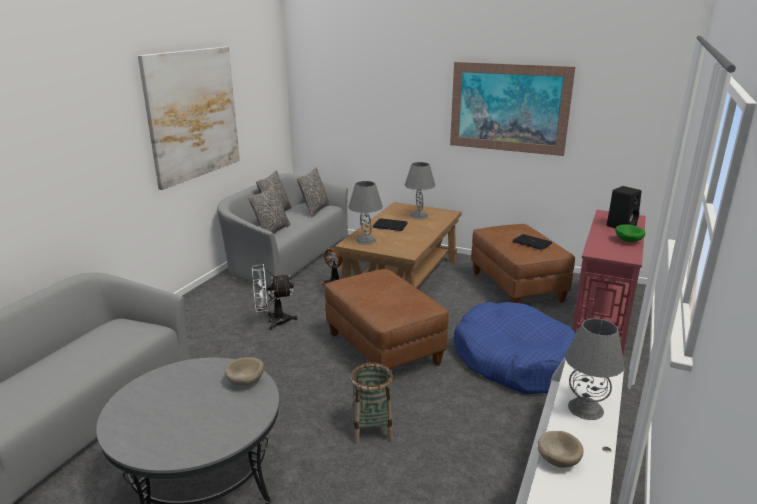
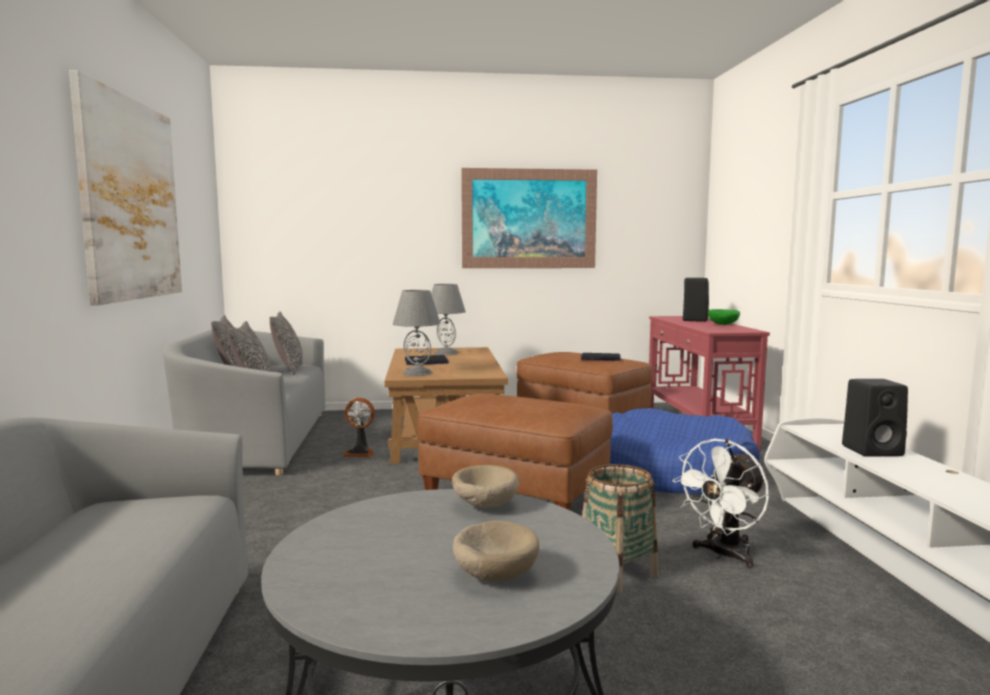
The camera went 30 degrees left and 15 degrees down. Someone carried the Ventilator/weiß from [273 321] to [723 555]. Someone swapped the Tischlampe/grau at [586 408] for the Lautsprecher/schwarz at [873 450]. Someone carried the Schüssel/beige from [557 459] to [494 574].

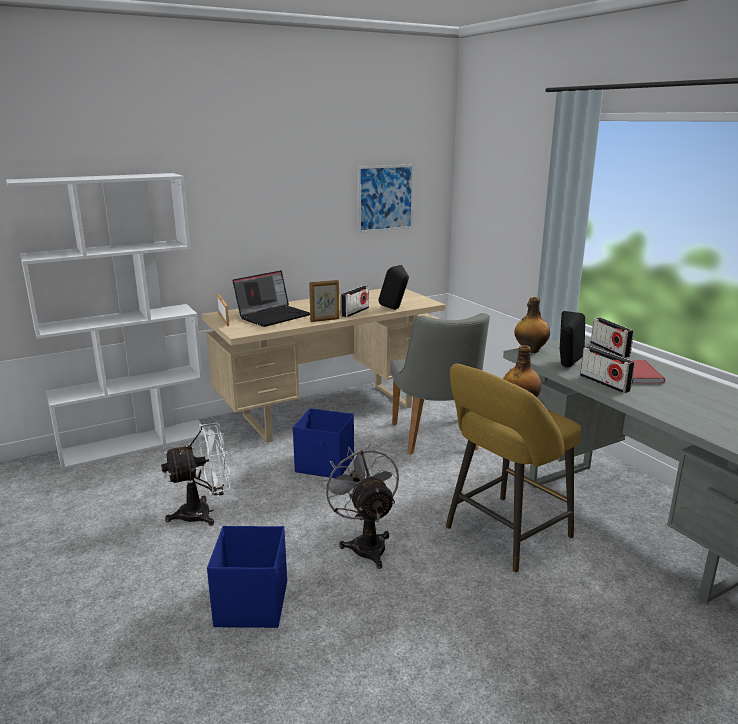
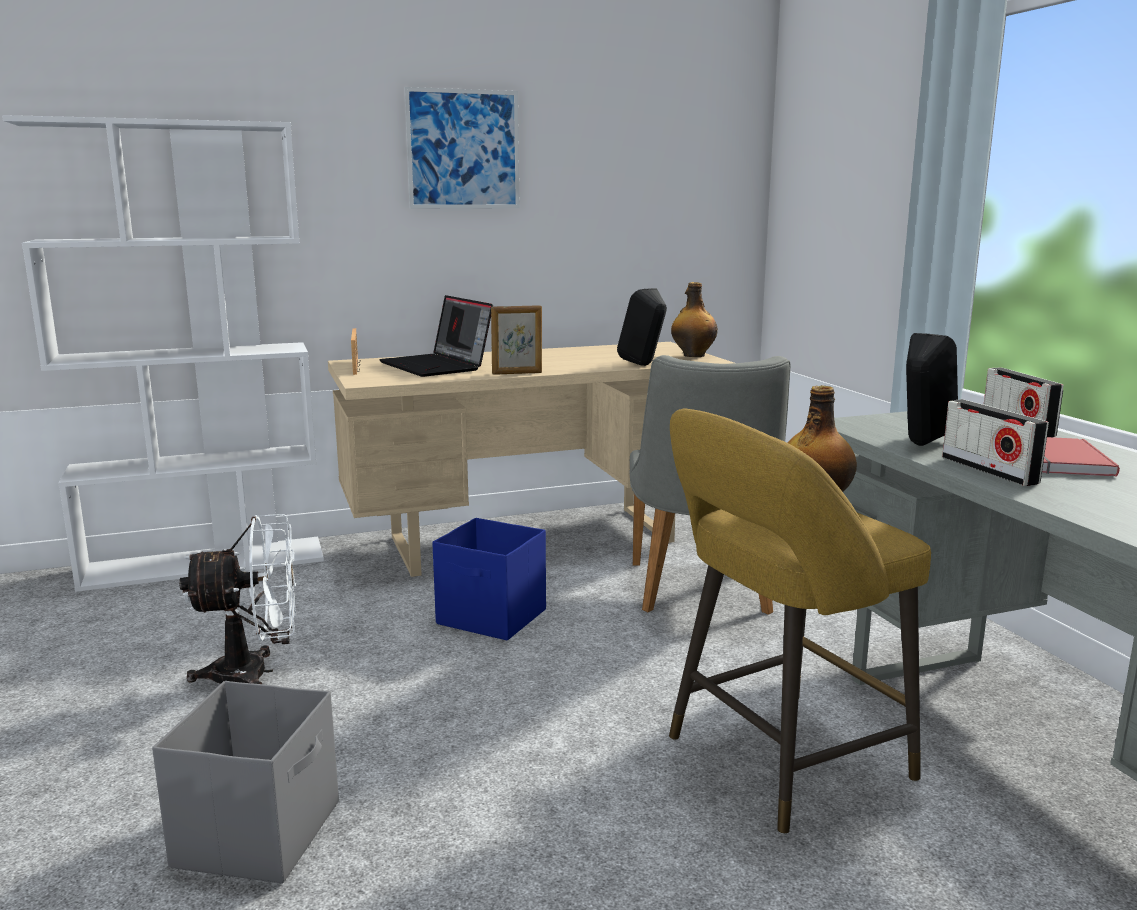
The camera went 10 degrees right and 5 degrees down. Someone carried the Bild from [385 198] to [463 149]. Someone rotated the Laptop at [273 316] by 90 degrees clockwise. Someone took away the Radio at [355 312]. Someone carried the Flasche from [530 350] to [693 355]. Someone took away the Ventilator/grau at [365 544]. Someone repainted the Aufbewahrungsbox/blau at [252 603], which became the Aufbewahrungsbox/grau at [260 833].

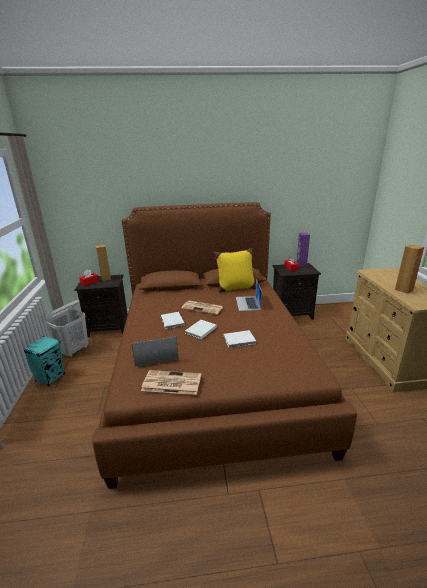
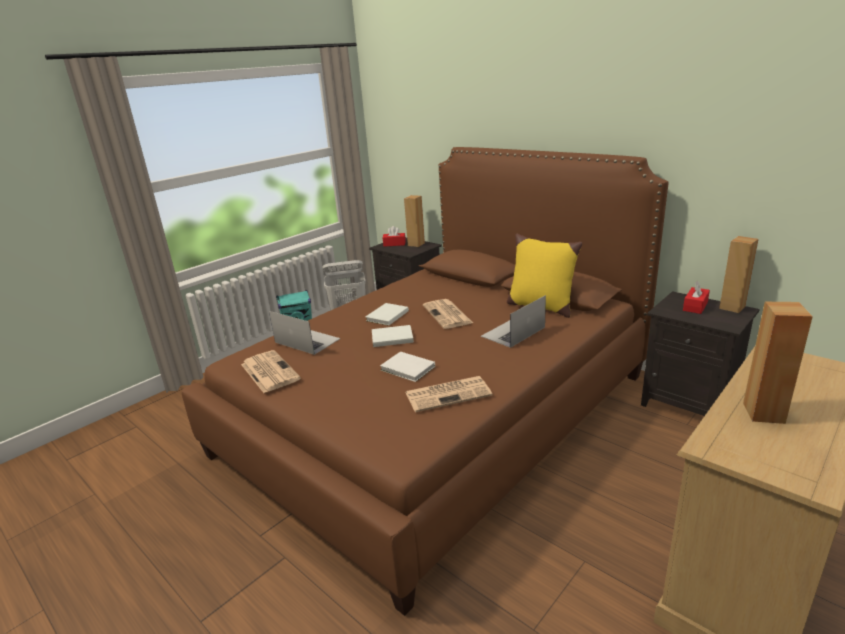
The camera went 50 degrees right and 0 degrees up. Someone repainted the Lautsprecher/lila at [301 264], which became the Lautsprecher/braun at [731 307]. Someone put down the Zeitung at [449 394].

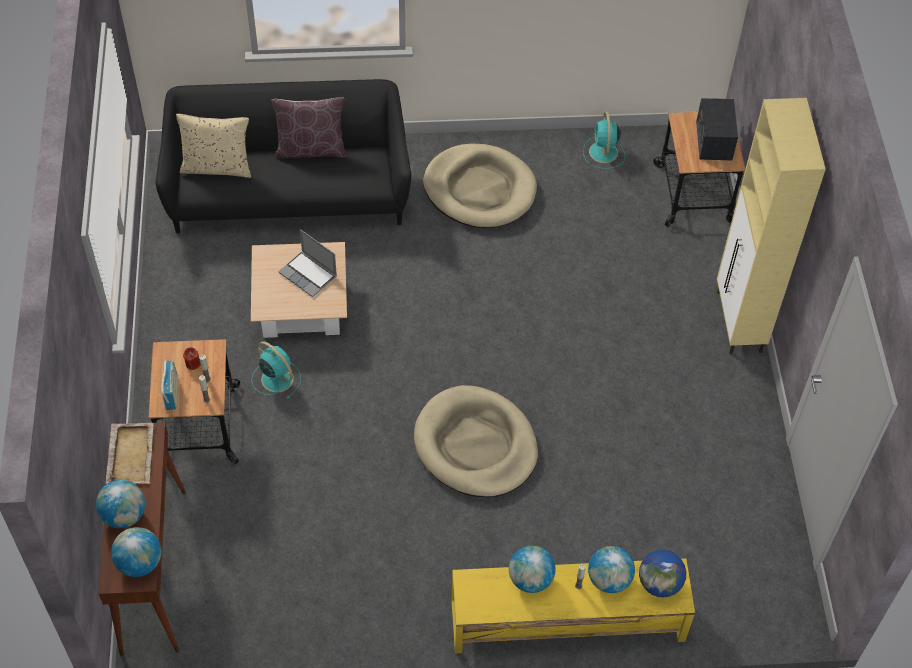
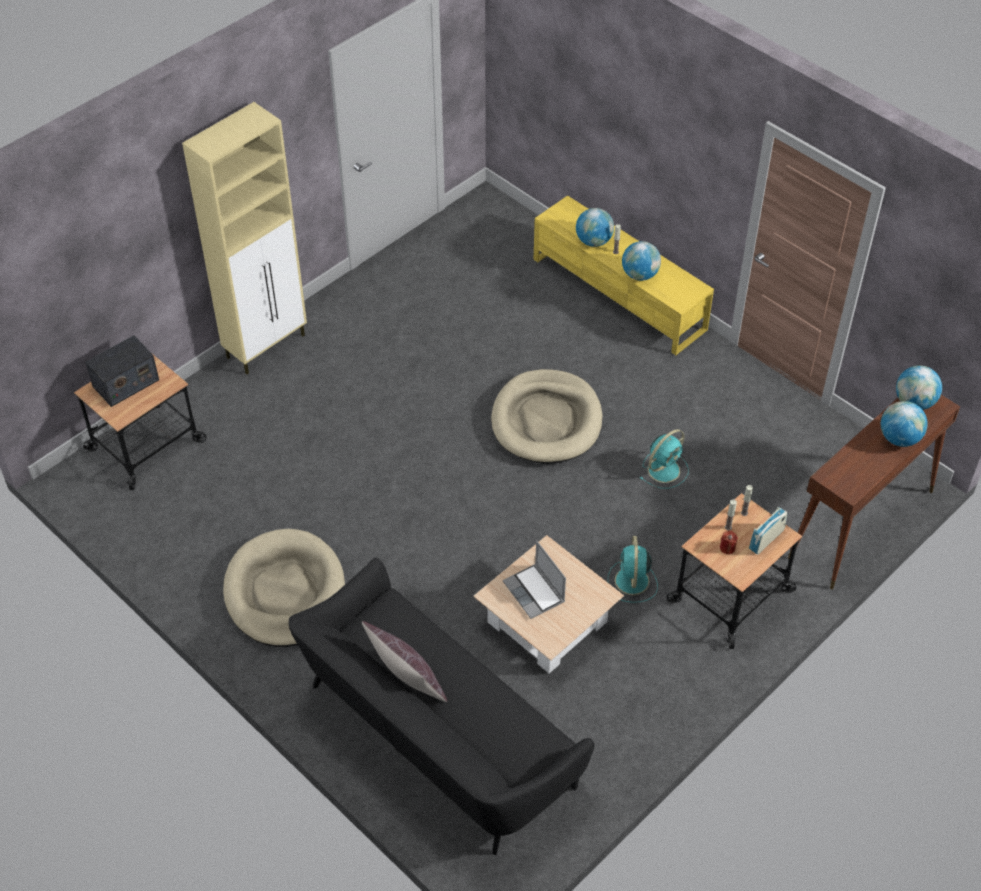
The camera went 130 degrees left and 5 degrees down. Someone carried the Ventilator/türkis from [603 153] to [664 469]. Someone took away the Kissen/beige at [217 167]. Someone rotated the Laptop at [309 275] by 150 degrees clockwise. Someone took away the Tablett/beige at [130 454]. Someone took away the Globus at [659 584].

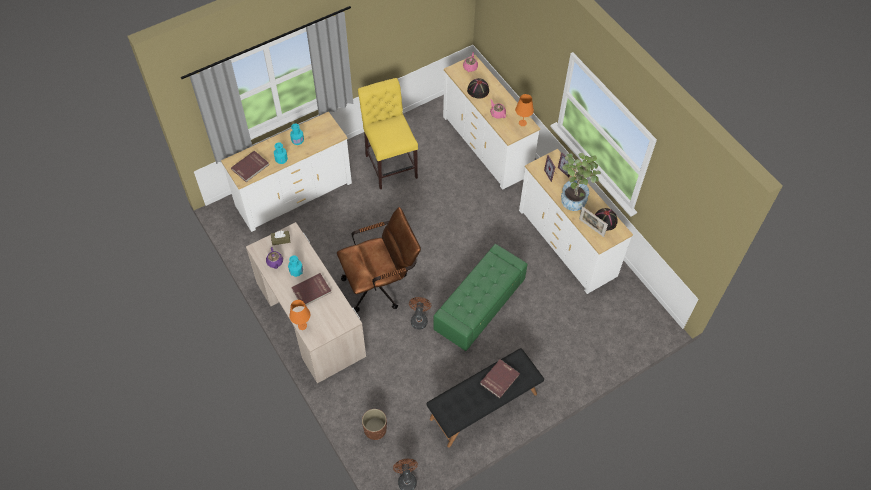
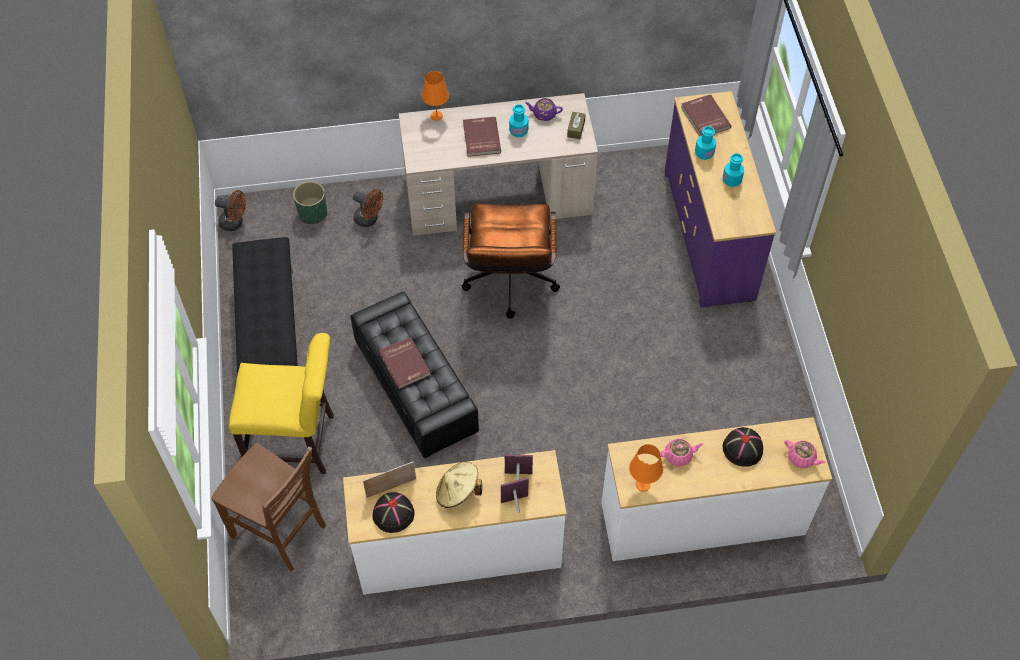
The camera went 115 degrees right and 0 degrees up. Someone carried the Stuhl/gelb from [390 163] to [297 443]. Someone repainted the Kommode/weiß at [293 194], which became the Kommode/lila at [709 234]. Someone swapped the Topfpflanze at [575 197] for the Hut/beige at [458 492]. Someone repainted the Polsterhocker/grün at [480 306], which became the Polsterhocker/schwarz at [415 388]. Someone carried the Ventilator/braun from [419 319] to [369 219]. Someone carried the Buch/rot from [499 379] to [405 363]. Someone repainted the Pflanzkübel/braun at [375 429], which became the Pflanzkübel/grün at [313 213]. Someone put down the Stuhl/braun at [280 531].

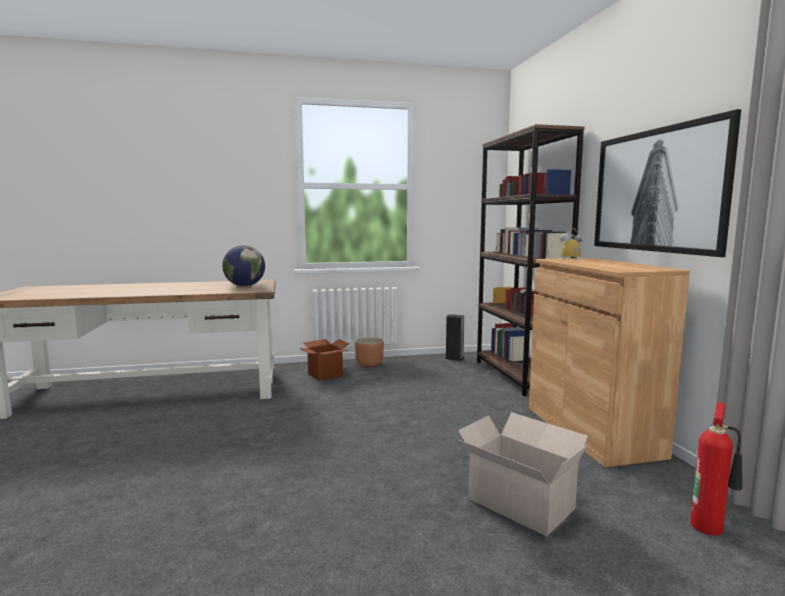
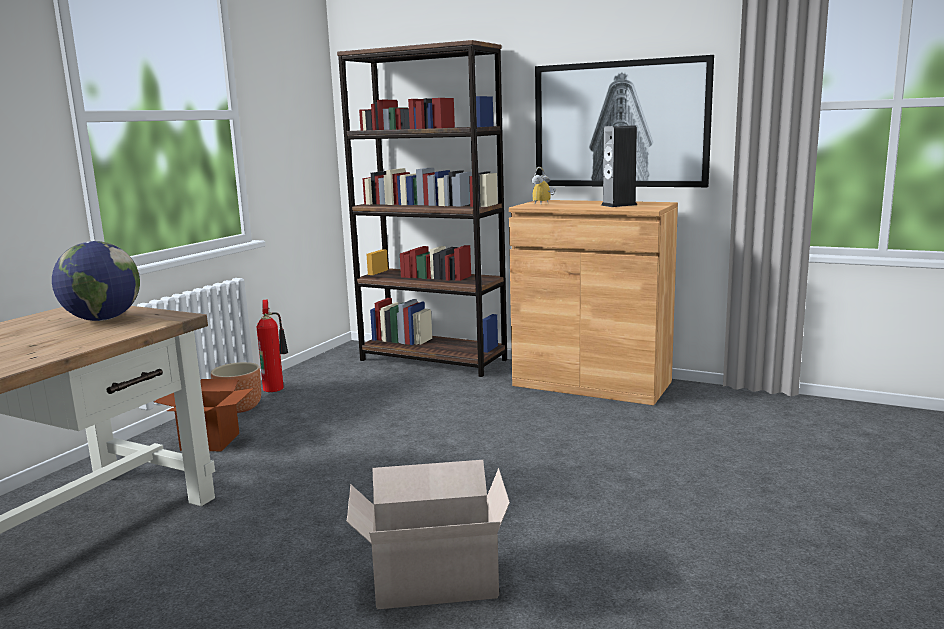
The camera went 50 degrees left and 5 degrees up. Someone carried the Lautsprecher from [454 358] to [619 205]. Someone carried the Feuerlöscher from [710 527] to [275 388]. Someone carried the Karton from [518 502] to [431 579].

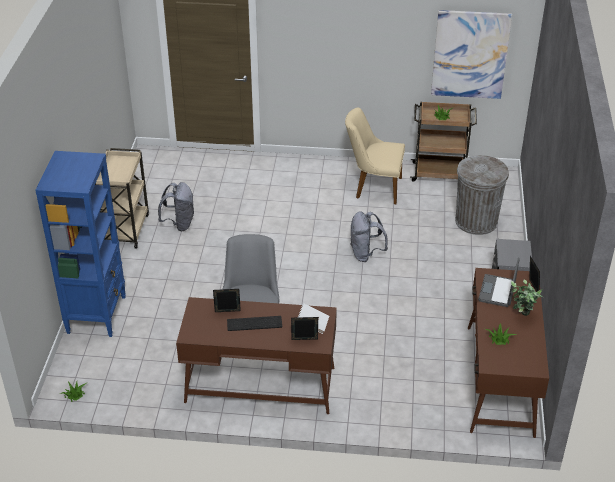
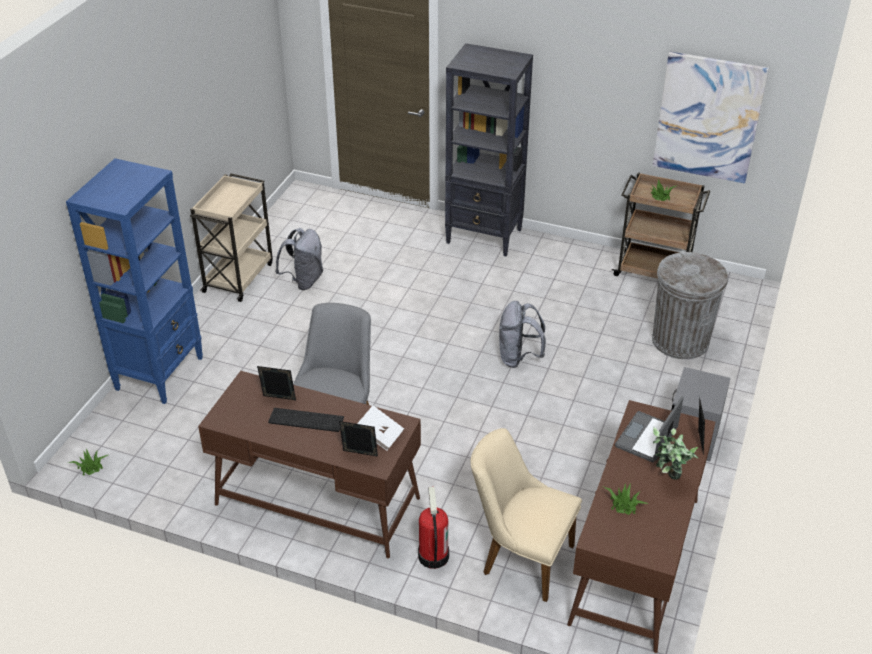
The camera went 15 degrees right and 0 degrees up. Someone carried the Stuhl/beige from [373 187] to [520 557]. Someone put down the Bücherregal/schwarz at [484 236]. Someone put down the Feuerlöscher at [433 555].

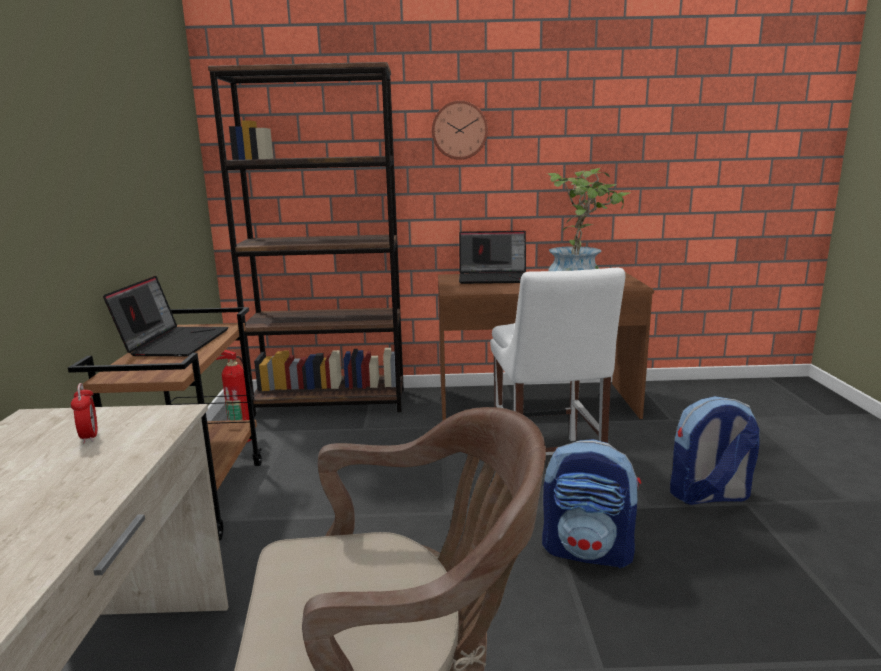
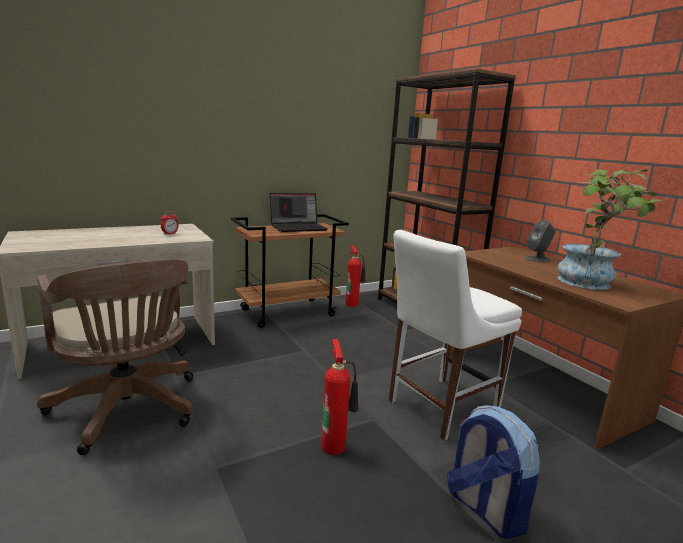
The camera went 60 degrees right and 0 degrees up. Someone took away the Wanduhr at [459 130]. Someone swapped the Laptop at [494 278] for the Lautsprecher/grau at [537 259]. Someone swapped the Rucksack at [588 551] for the Feuerlöscher at [335 445].

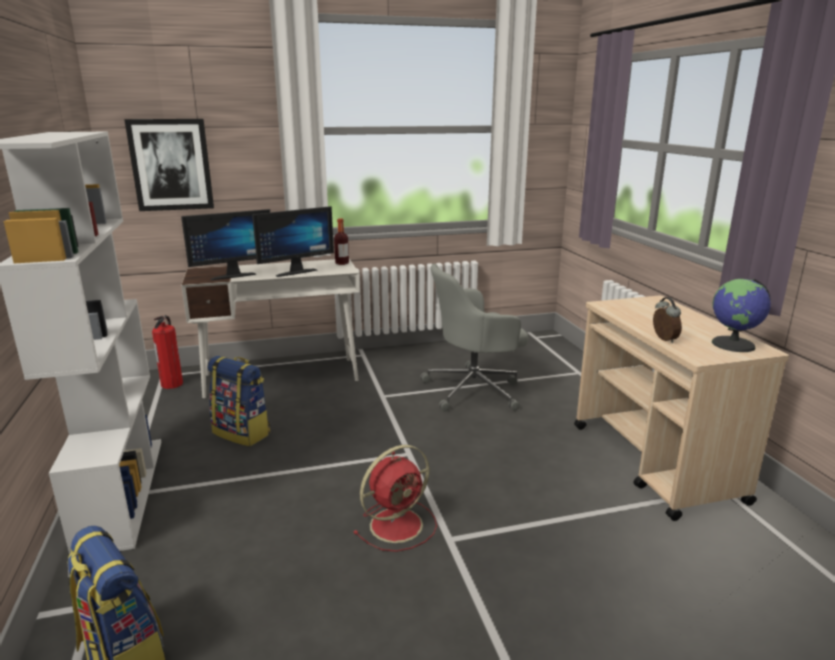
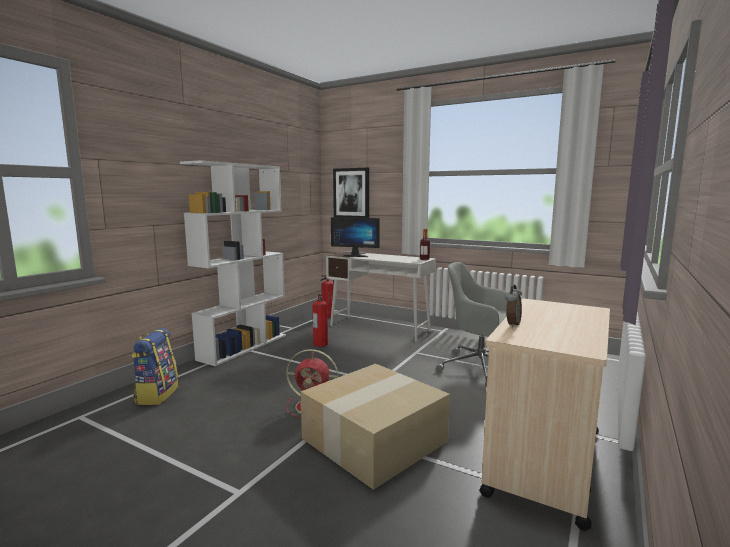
The camera went 45 degrees right and 10 degrees down. Someone took away the Monitor at [294 271]. Someone took away the Globus at [733 345]. Someone swapped the Rucksack at [243 433] for the Feuerlöscher at [320 344]. Someone put down the Karton at [374 438].

